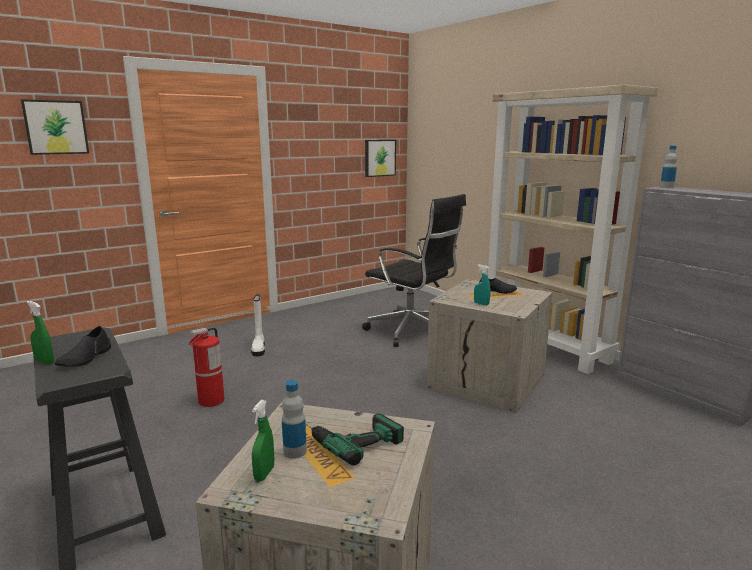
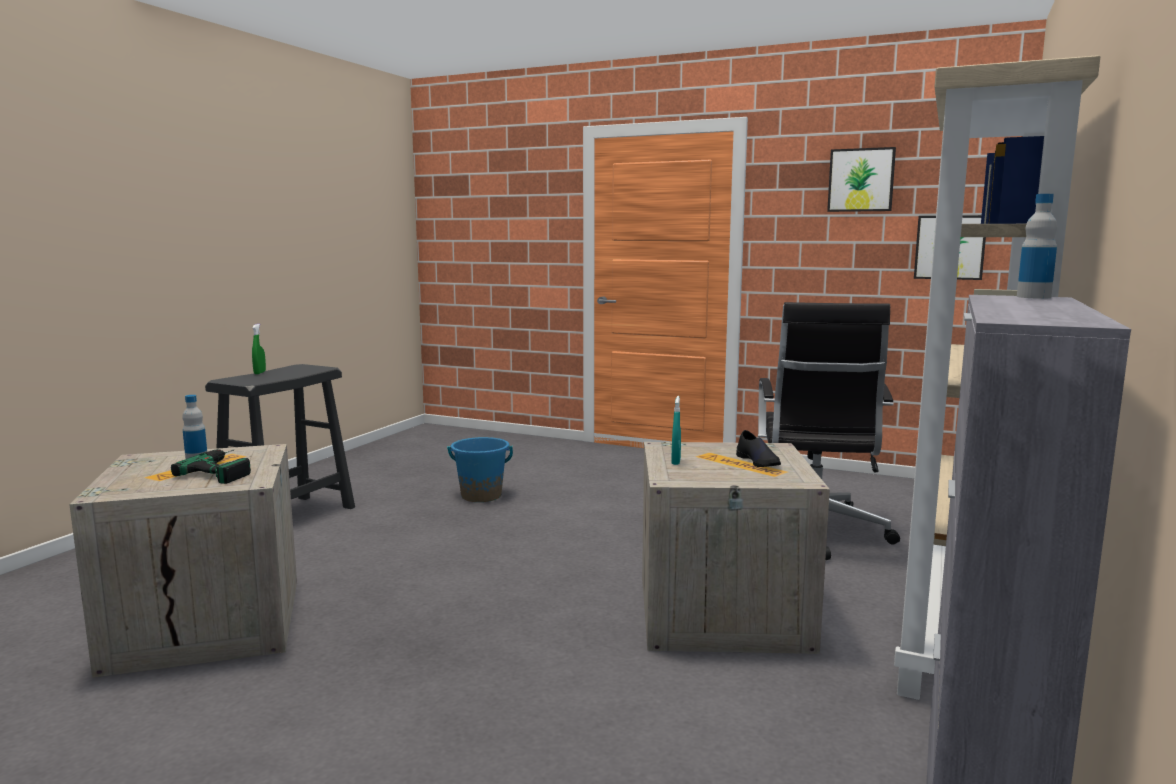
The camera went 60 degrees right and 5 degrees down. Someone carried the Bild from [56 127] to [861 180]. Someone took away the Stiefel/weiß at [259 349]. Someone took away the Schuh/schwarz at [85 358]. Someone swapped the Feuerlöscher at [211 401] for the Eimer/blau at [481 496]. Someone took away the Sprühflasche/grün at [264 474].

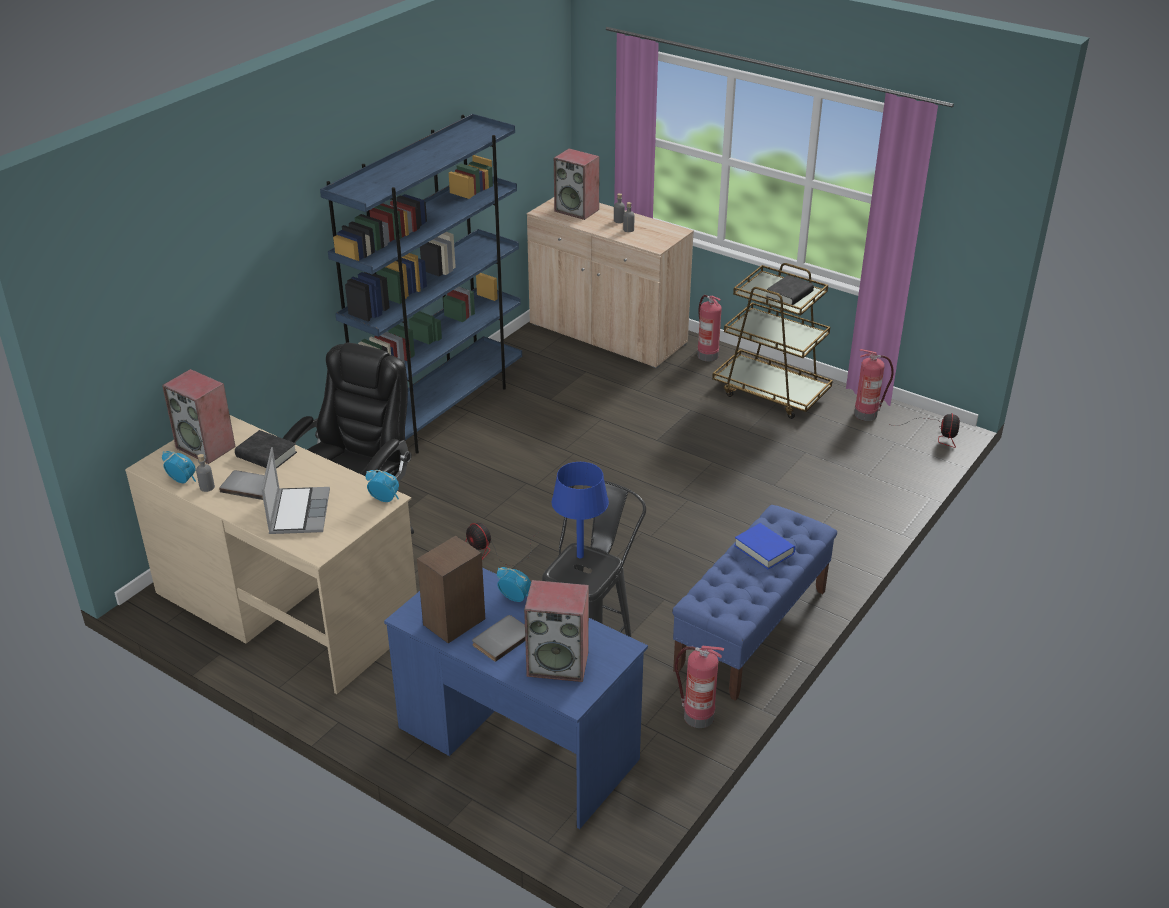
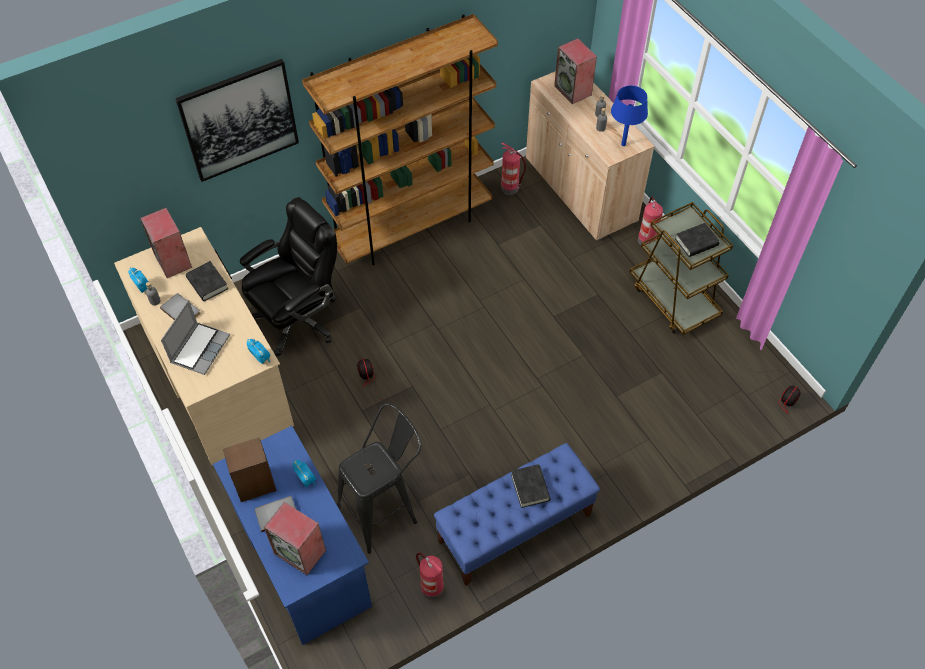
The camera went 25 degrees right and 20 degrees up. Someone repainted the Bücherregal/blau at [441 410], which became the Bücherregal/braun at [412 227]. Someone carried the Feuerlöscher from [866 414] to [510 188]. Someone carried the Tischlampe/blau from [580 556] to [623 144]. Someone repainted the Buch/blau at [764 550], which became the Buch/schwarz at [530 487]. Someone put up the Bild at [239 120].

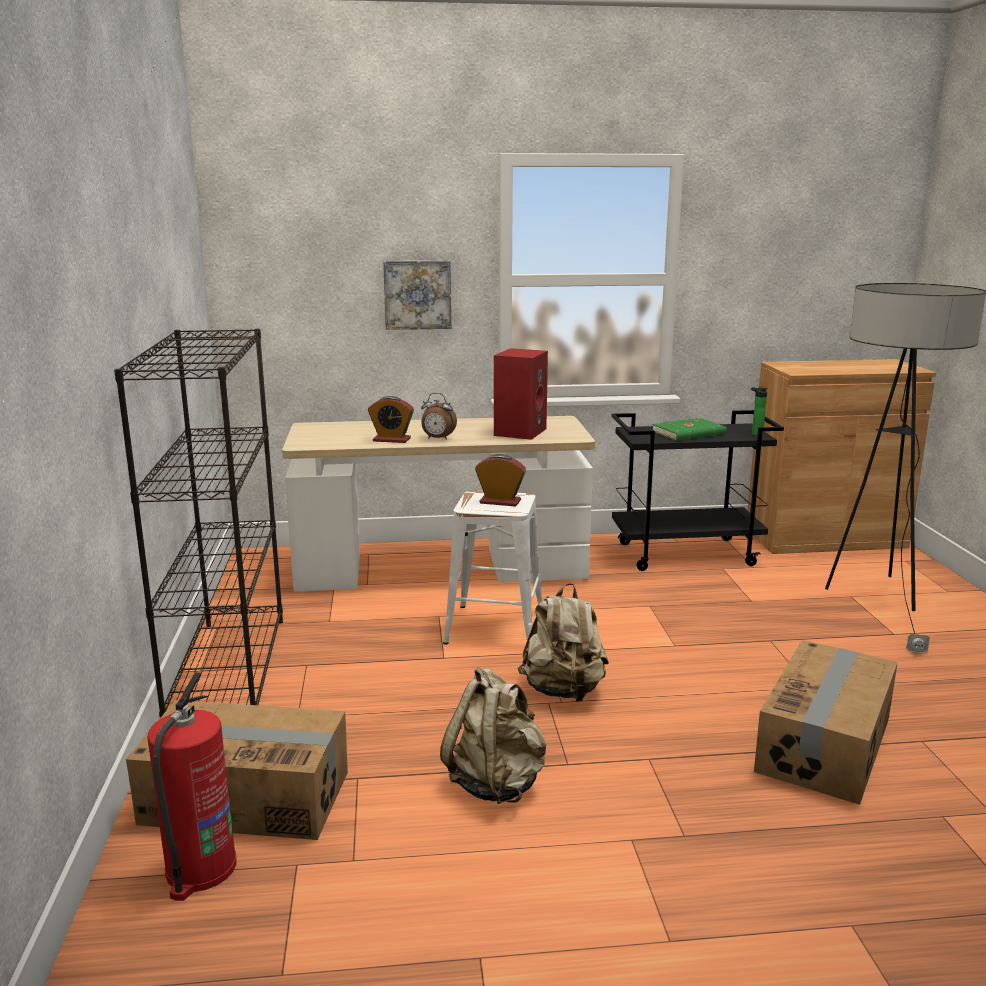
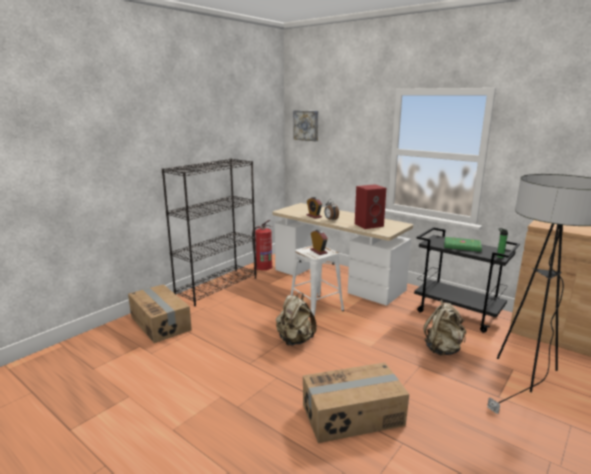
The camera went 45 degrees right and 0 degrees up. Someone carried the Bild from [417 294] to [306 125]. Someone carried the Rucksack/beige from [496 782] to [443 349]. Someone carried the Feuerlöscher from [199 869] to [263 267].

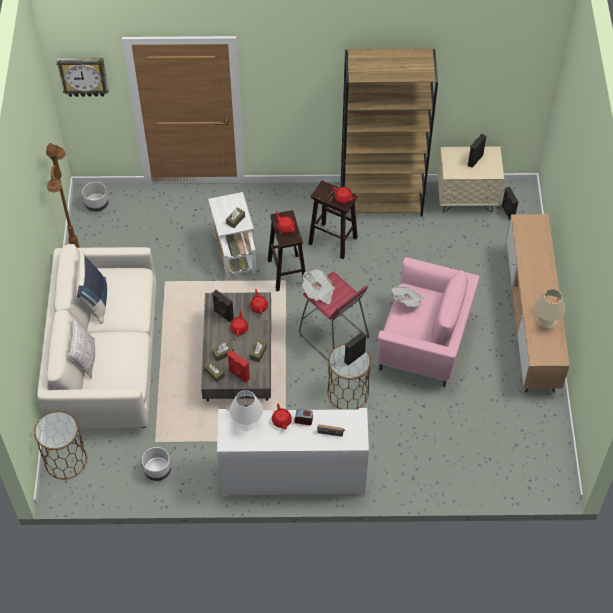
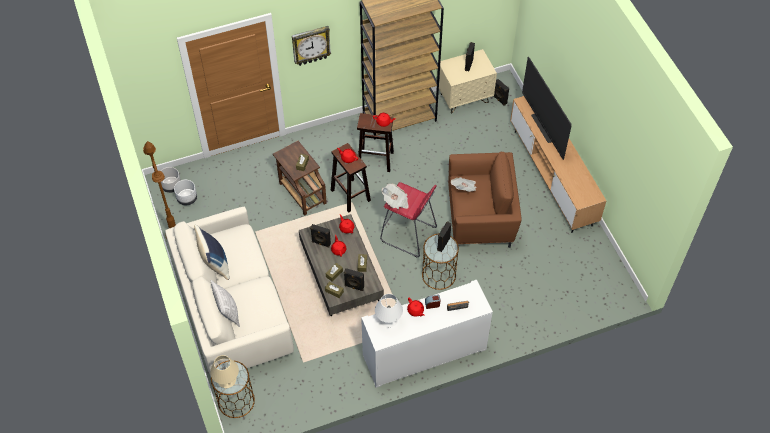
The camera went 20 degrees left and 0 degrees up. Someone carried the Wanduhr from [83 76] to [311 45]. Someone repainted the Beistelltisch/weiß at [234 253], which became the Beistelltisch/braun at [301 192]. Someone repainted the Sessel/rosa at [424 344], which became the Sessel/braun at [481 219]. Someone carried the Tischlampe/beige from [546 320] to [227 380]. Someone repainted the Lautsprecher/rot at [238 375], which became the Lautsprecher/schwarz at [354 287]. Someone carried the Pflanzkübel/weiß from [158 470] to [187 198]. Someone put down the Fernseher at [542 128].

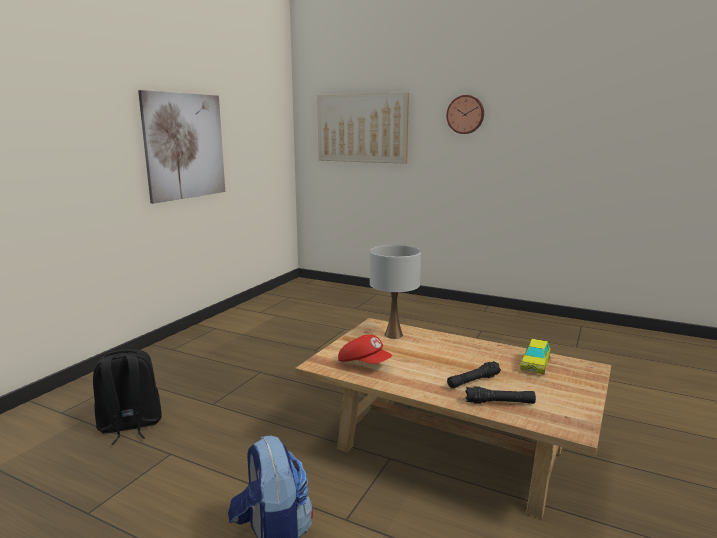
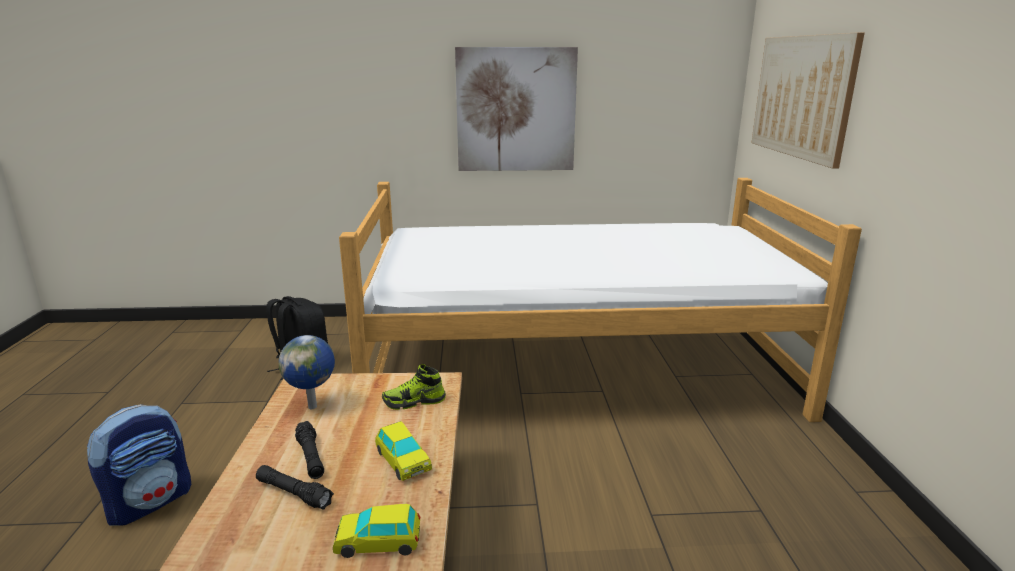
The camera went 60 degrees right and 5 degrees up. Someone took away the Wanduhr at [465 114]. Someone swapped the Tischlampe/weiß at [394 335] for the Schuh at [414 402]. Someone swapped the Kappe/rot at [364 363] for the Globus at [314 406]. Someone carried the Taschenlampe/schwarz from [499 403] to [311 457]. Someone put down the Bett at [576 371]. Someone put down the Spielzeugauto at [403 461].

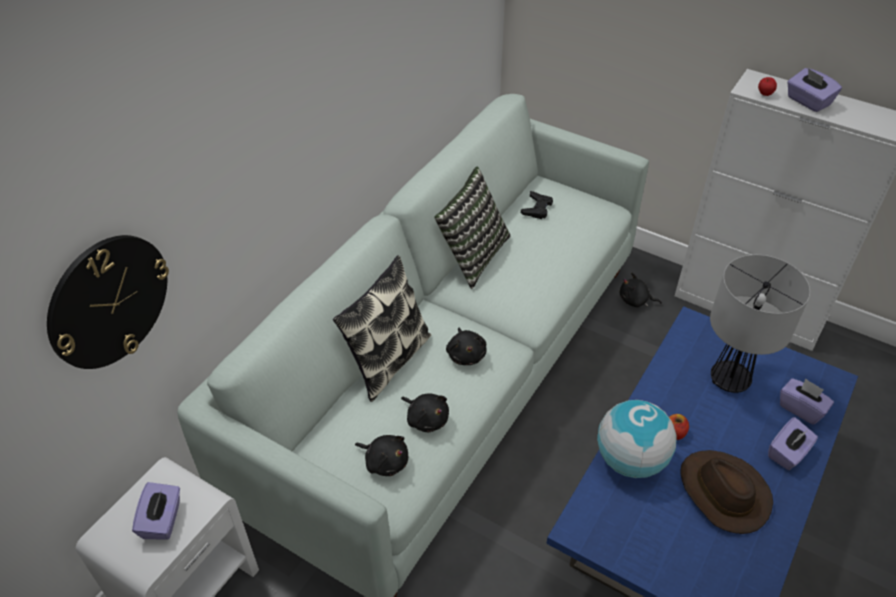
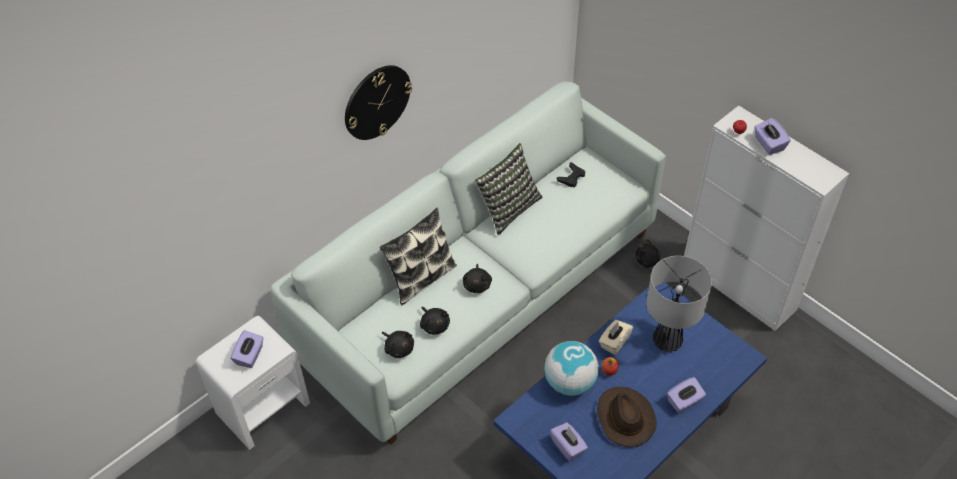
The camera went 15 degrees right and 5 degrees up. Someone carried the Wanduhr from [108 301] to [377 102]. Someone carried the Taschentuchbox/lila from [801 408] to [568 447]. Someone put down the Taschentuchbox/beige at [614 342].

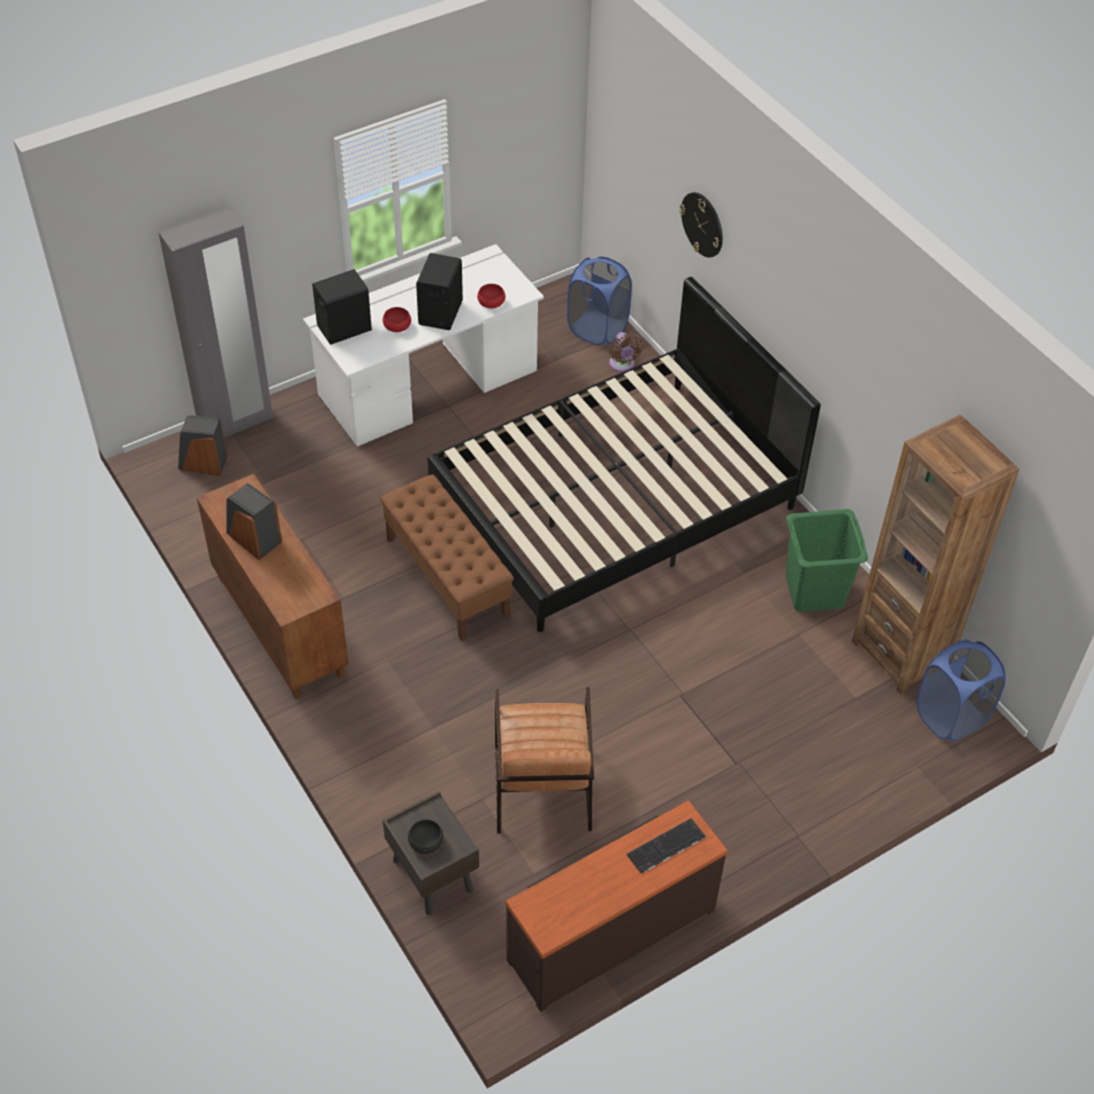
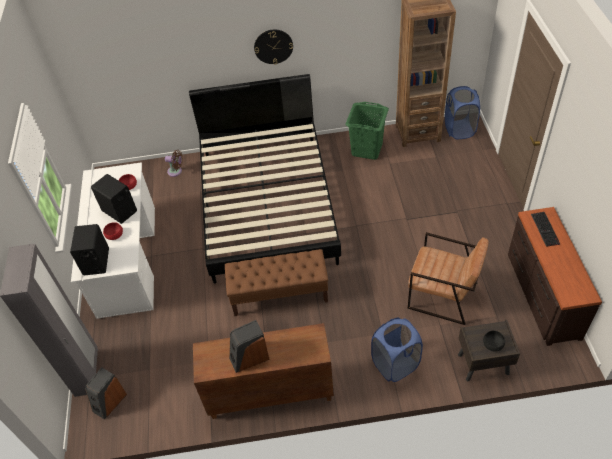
The camera went 60 degrees left and 0 degrees up. Someone carried the Wanduhr from [702 224] to [273 46]. Someone carried the Wäschekorb/blau from [597 329] to [395 364].

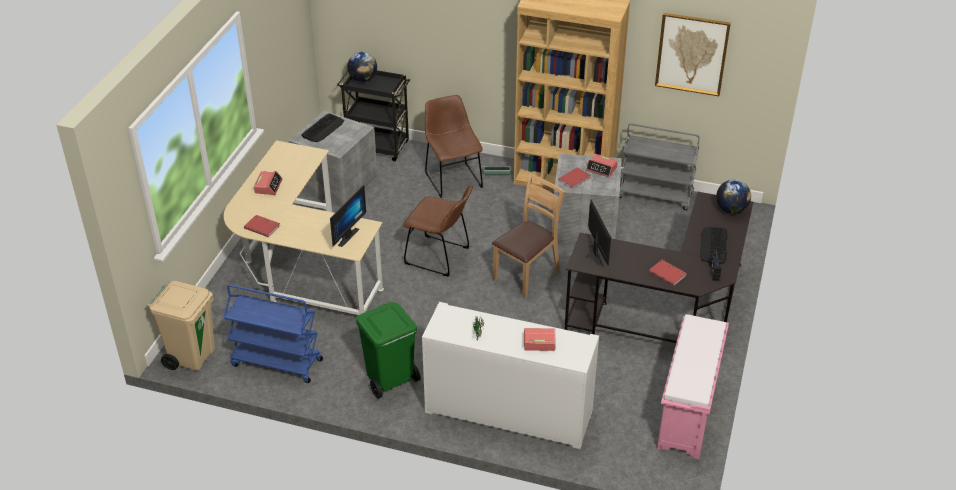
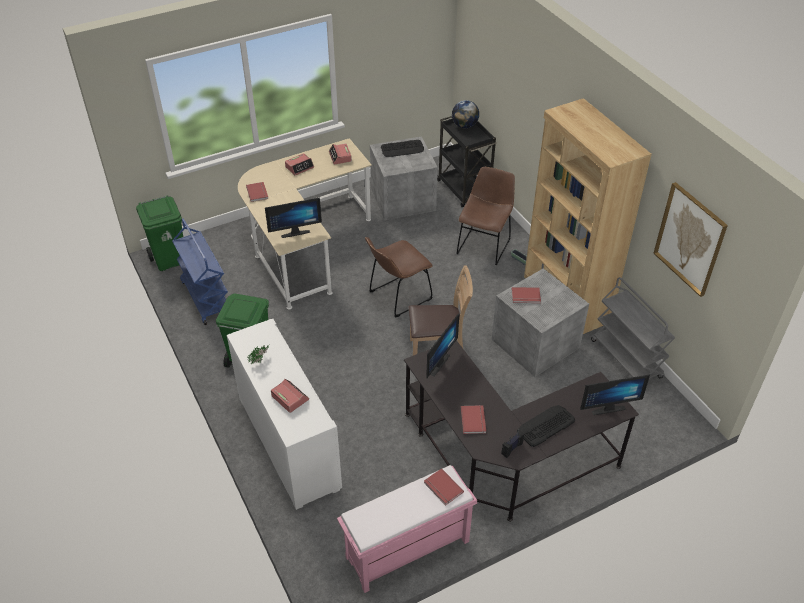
The camera went 45 degrees right and 5 degrees up. Someone carried the Wecker from [601 169] to [340 157]. Someone swapped the Globus at [731 209] for the Monitor at [607 407]. Someone rotated the Stuhl/braun at [440 257] by 75 degrees clockwise. Someone repainted the Mülleimer/beige at [192 356], which became the Mülleimer/grün at [170 260]. Someone put down the Buch/rot at [442 488].

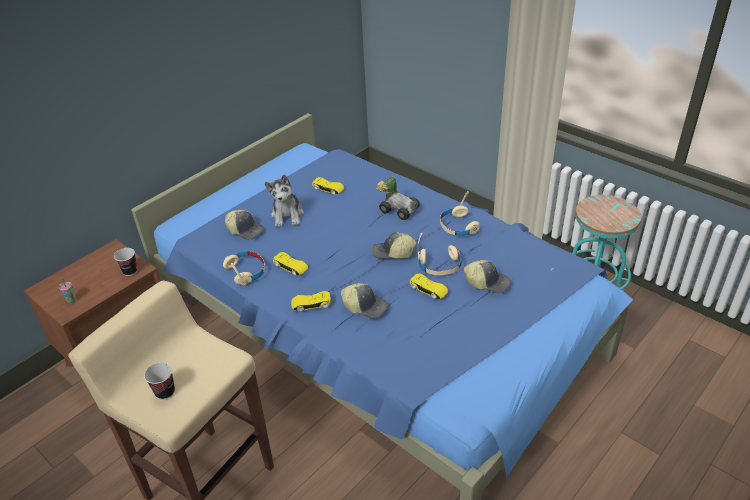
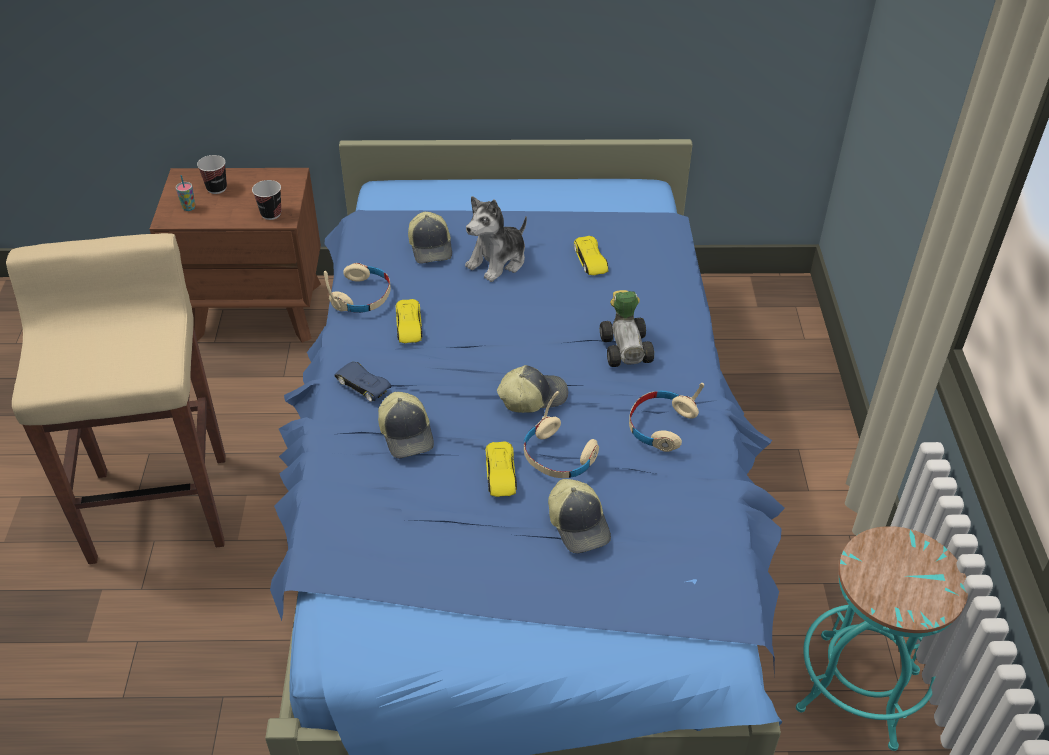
The camera went 45 degrees right and 5 degrees up. Someone rotated the Kappe at [393 252] by 105 degrees clockwise. Someone repainted the Spielzeugauto/gelb at [311 303], which became the Spielzeugauto/blau at [362 384]. Someone carried the Tasse from [165 392] to [216 188].

